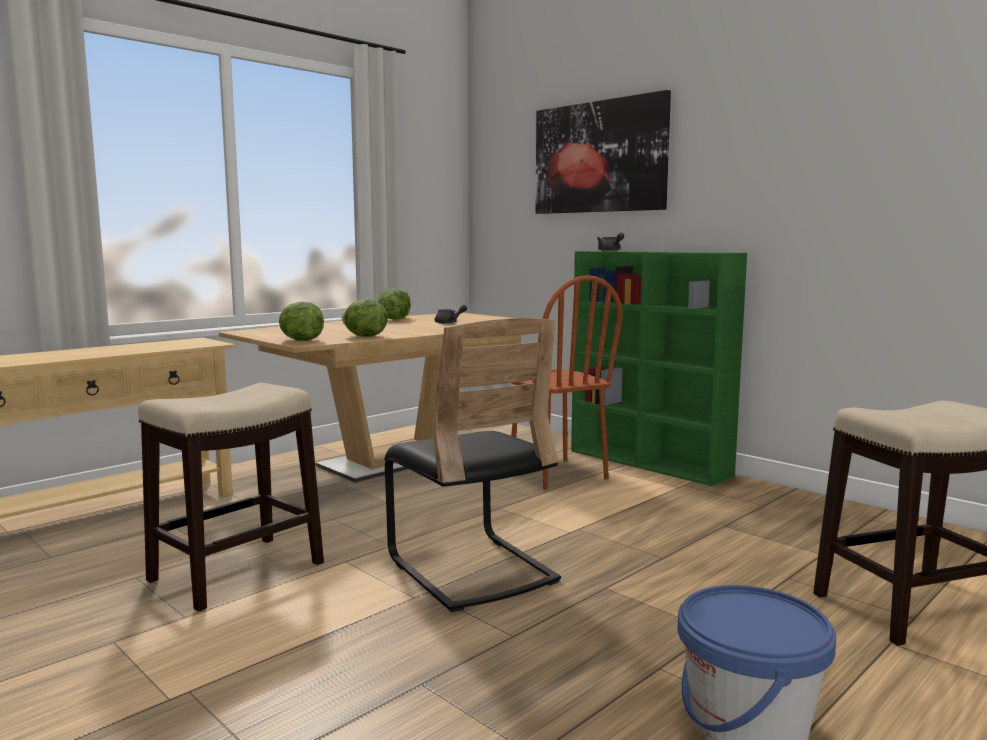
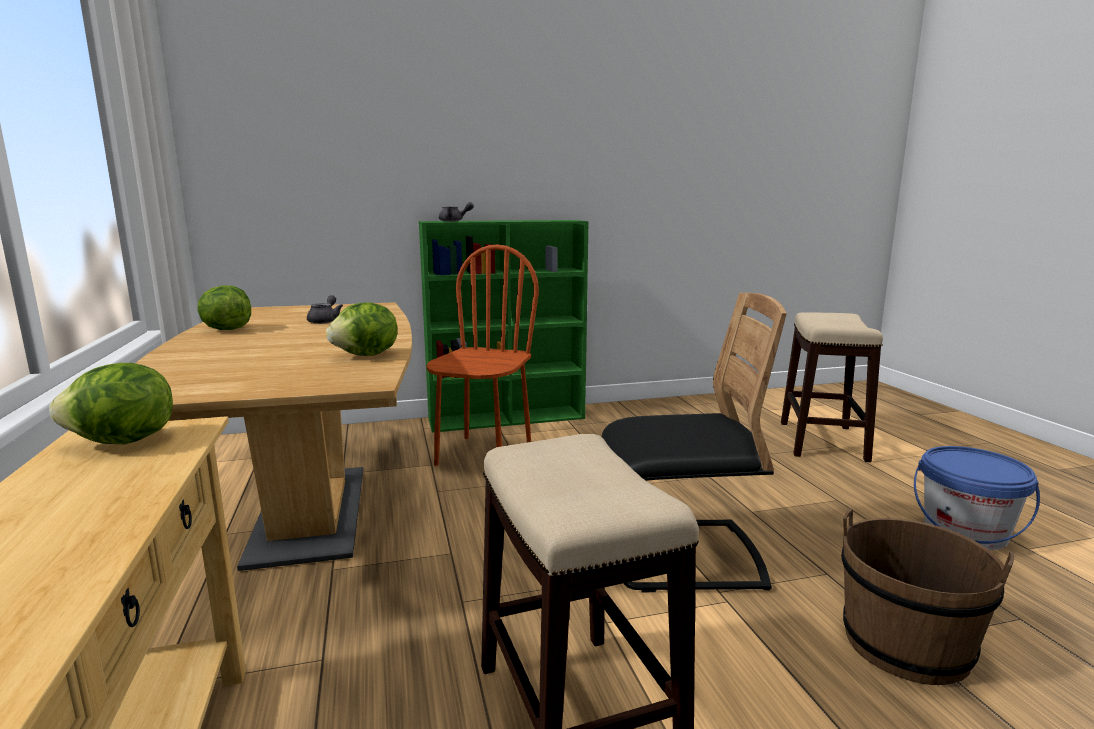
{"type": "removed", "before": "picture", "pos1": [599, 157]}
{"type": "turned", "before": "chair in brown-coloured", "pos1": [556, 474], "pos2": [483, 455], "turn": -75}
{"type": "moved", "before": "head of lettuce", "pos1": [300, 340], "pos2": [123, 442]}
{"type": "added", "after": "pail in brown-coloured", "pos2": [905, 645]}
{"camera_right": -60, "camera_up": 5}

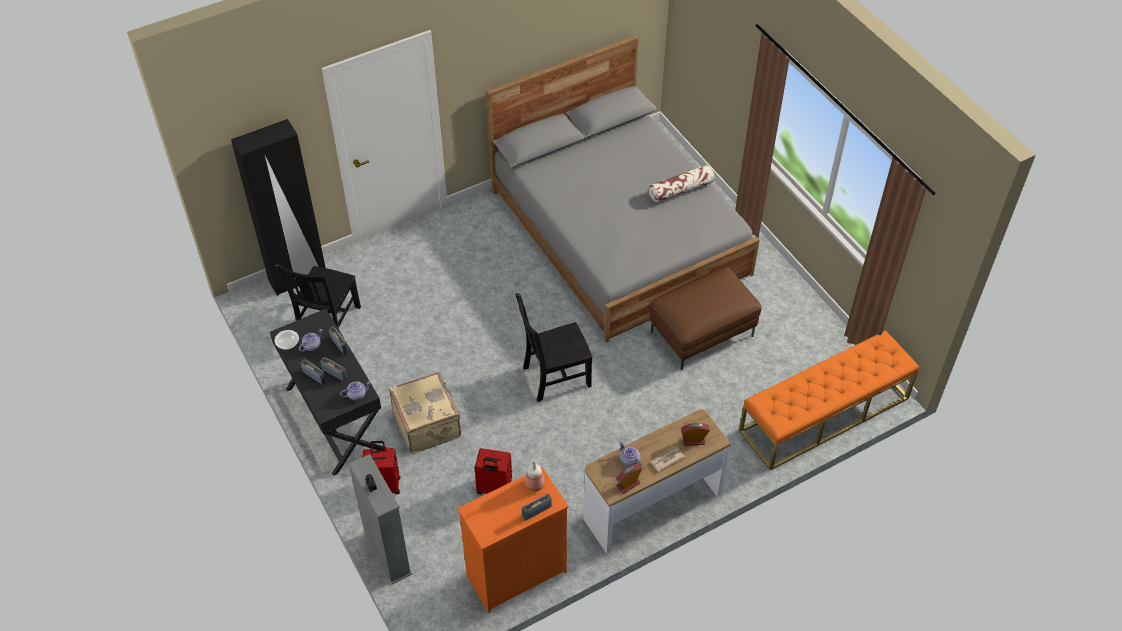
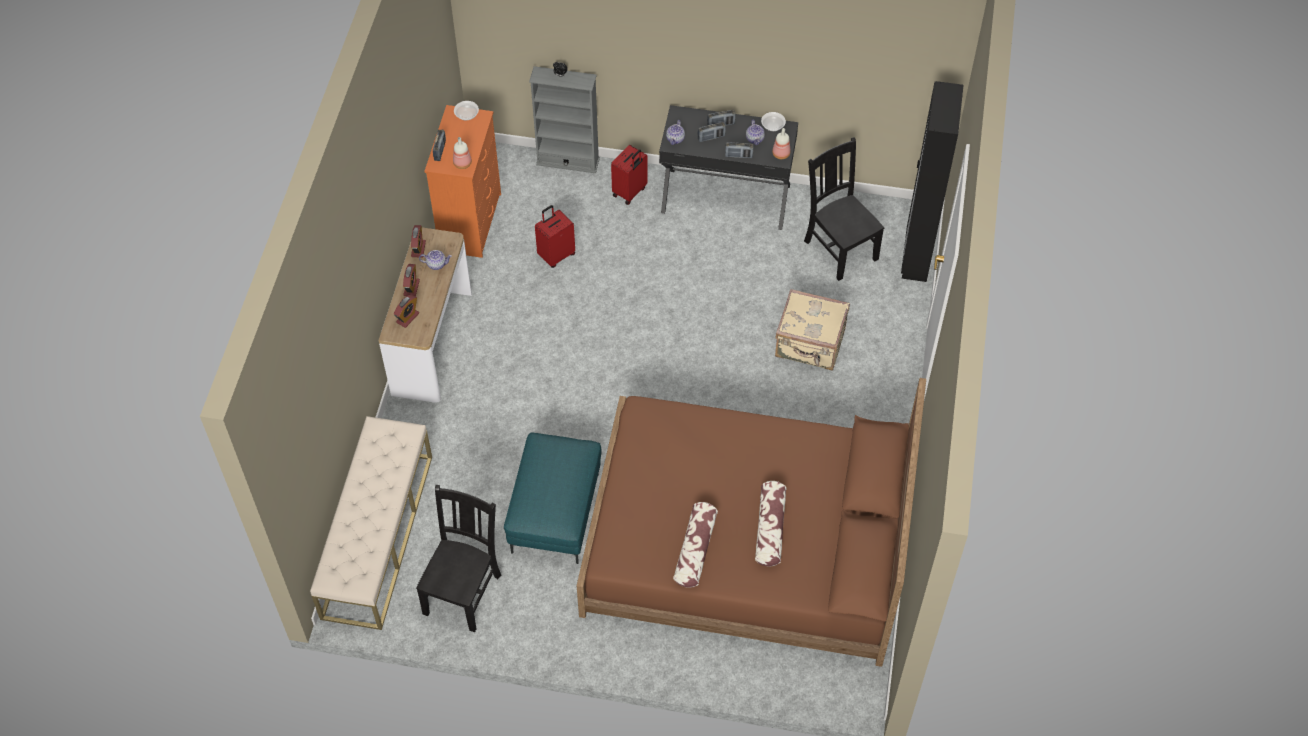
{"type": "recoloured", "before": "bedroom bed in gray", "after": "bedroom bed in brown-coloured", "pos1": [619, 231], "pos2": [746, 544]}
{"type": "recoloured", "before": "pouffe in brown-coloured", "after": "pouffe in turquoise-coloured", "pos1": [701, 333], "pos2": [556, 514]}
{"type": "moved", "before": "chair in black", "pos1": [554, 377], "pos2": [464, 591]}
{"type": "recoloured", "before": "long seat in orangey", "after": "long seat in beige-coloured", "pos1": [824, 414], "pos2": [377, 535]}
{"type": "moved", "before": "travel case in beige-coloured", "pos1": [428, 424], "pos2": [810, 344]}
{"type": "replaced", "before": "printed paper", "after": "table clock", "pos1": [666, 459], "pos2": [411, 288]}
{"type": "added", "after": "serving bowl", "pos2": [466, 115]}
{"type": "added", "after": "drink bottle", "pos2": [781, 154]}
{"type": "added", "after": "throw pillow", "pos2": [770, 529]}
{"camera_right": 130, "camera_up": 5}

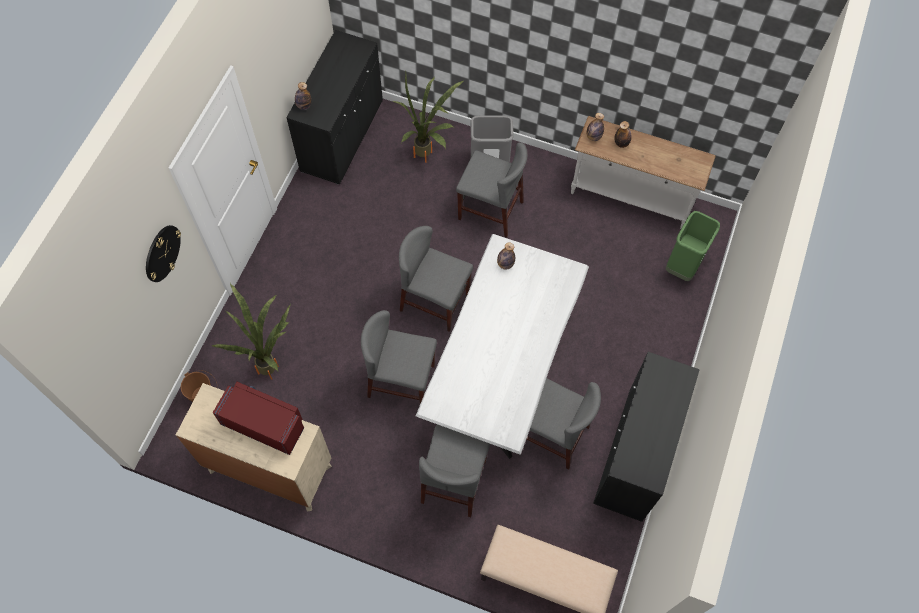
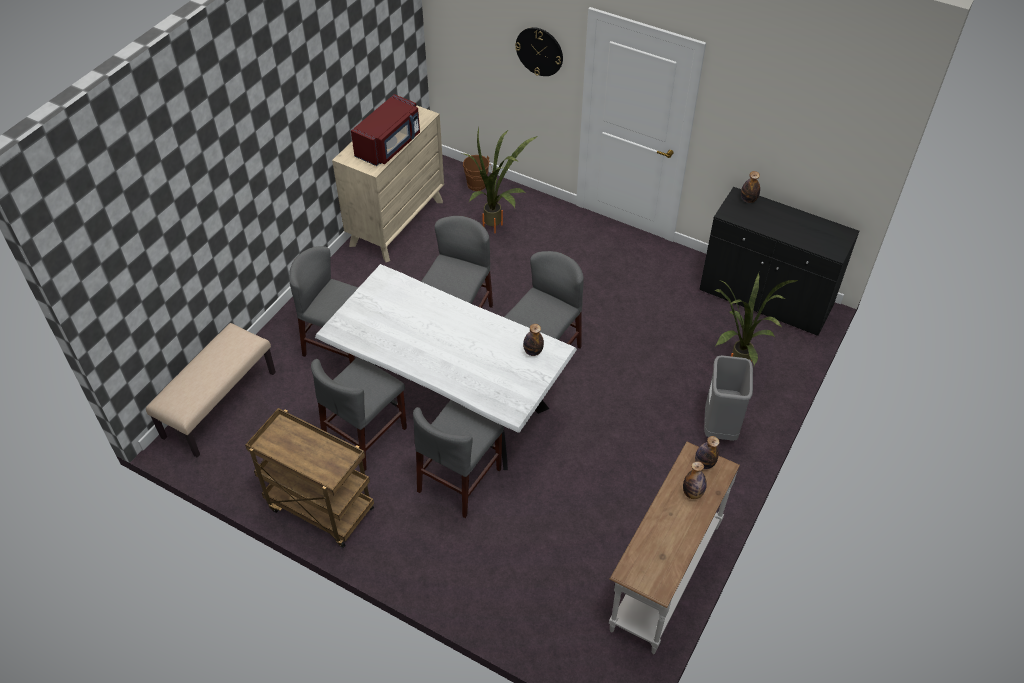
{"type": "moved", "before": "chair in gray", "pos1": [490, 210], "pos2": [459, 480]}
{"type": "removed", "before": "rubbish bin in green", "pos1": [682, 266]}
{"type": "replaced", "before": "storage cabinet in black", "after": "wheeled cart in brown-coloured", "pos1": [635, 454], "pos2": [319, 509]}
{"camera_right": 100, "camera_up": -15}

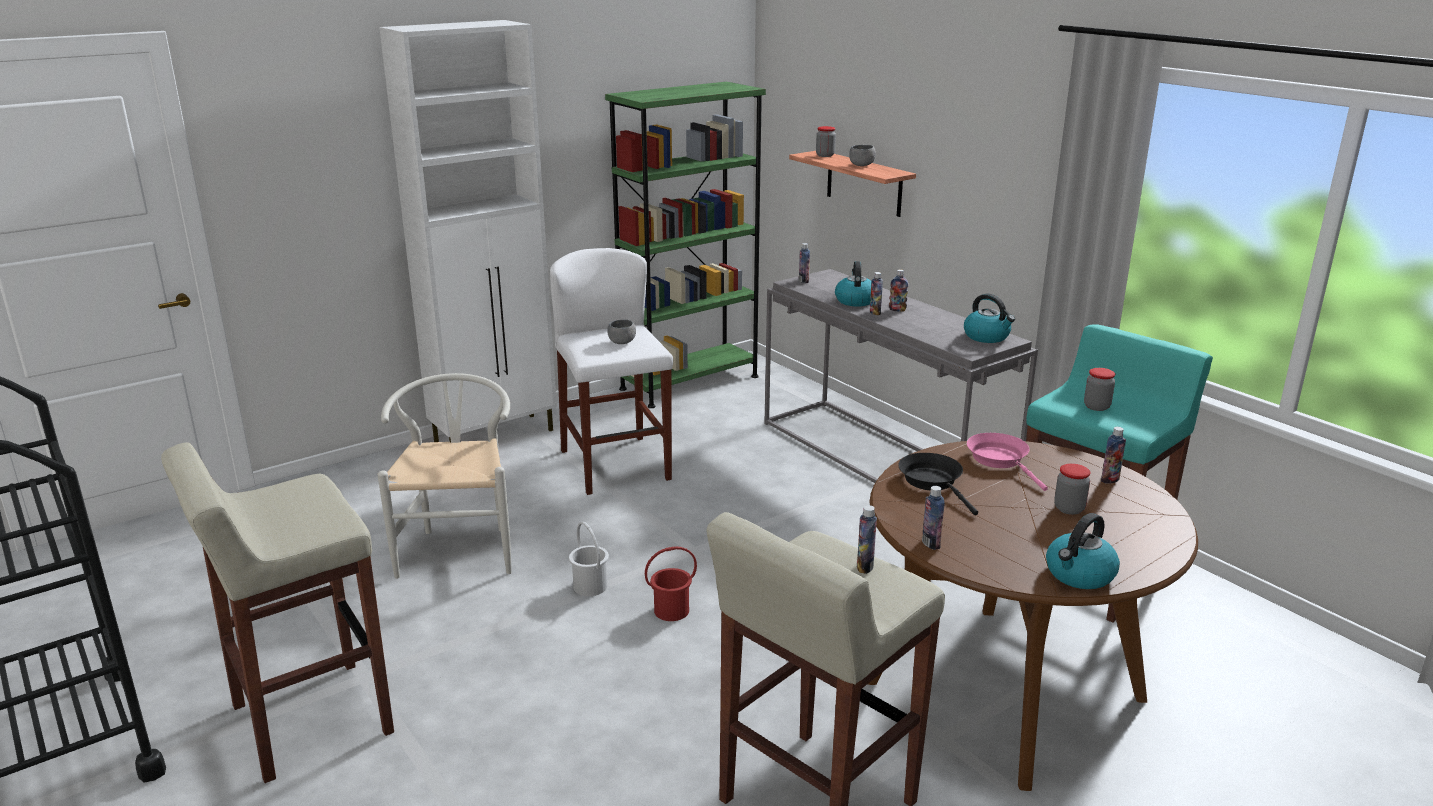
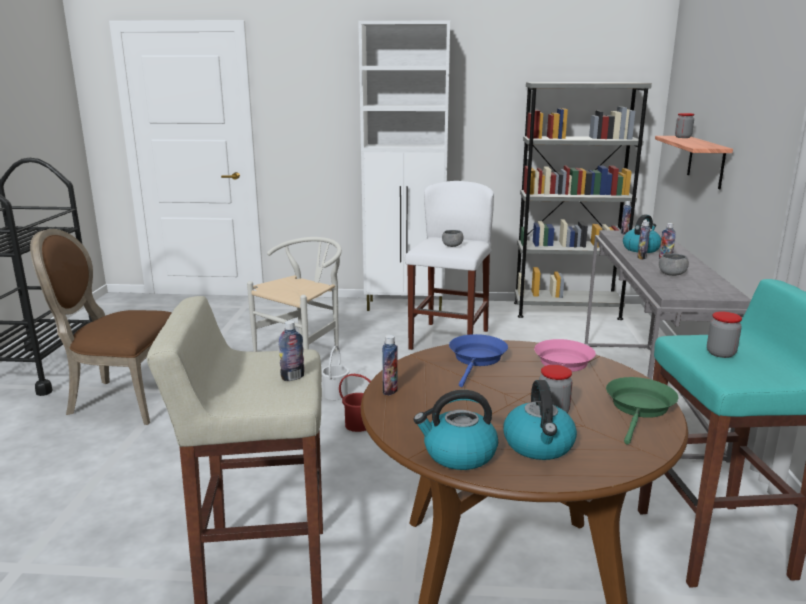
{"type": "recoloured", "before": "bookcase in green", "after": "bookcase in gray", "pos1": [689, 382], "pos2": [566, 311]}
{"type": "moved", "before": "serving bowl in gray", "pos1": [861, 165], "pos2": [671, 274]}
{"type": "moved", "before": "water kettle", "pos1": [987, 337], "pos2": [539, 446]}
{"type": "replaced", "before": "drink bottle", "after": "frying pan in green", "pos1": [1110, 480], "pos2": [639, 408]}
{"type": "replaced", "before": "stool seat in beige-coloured", "after": "chair in brown-coloured", "pos1": [309, 720], "pos2": [123, 399]}
{"type": "recoloured", "before": "frying pan in black", "after": "frying pan in blue", "pos1": [933, 482], "pos2": [477, 359]}
{"camera_right": 40, "camera_up": -5}

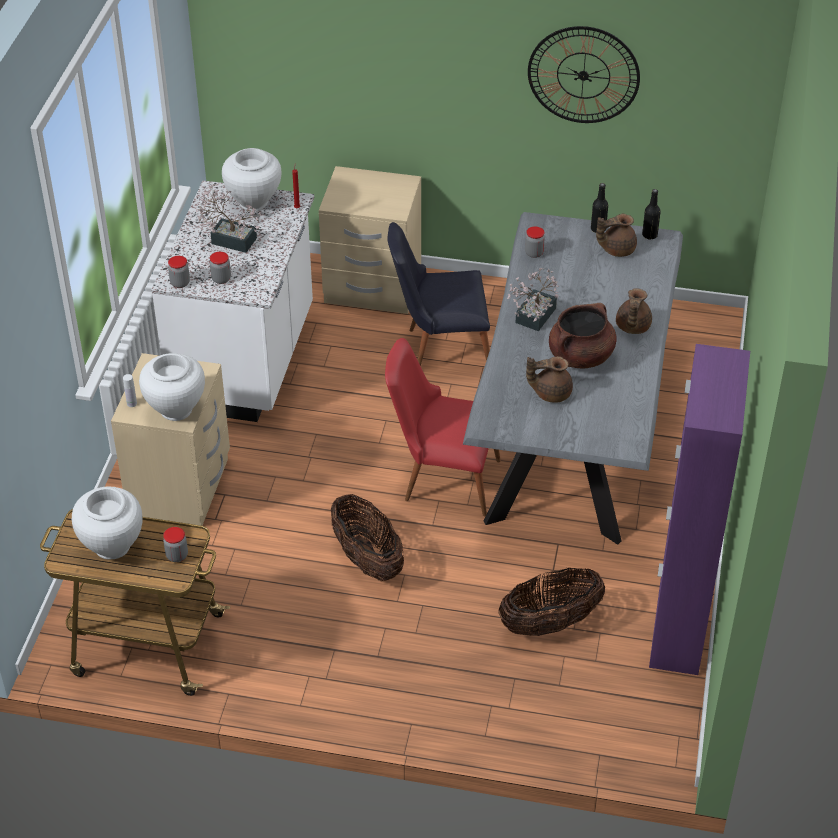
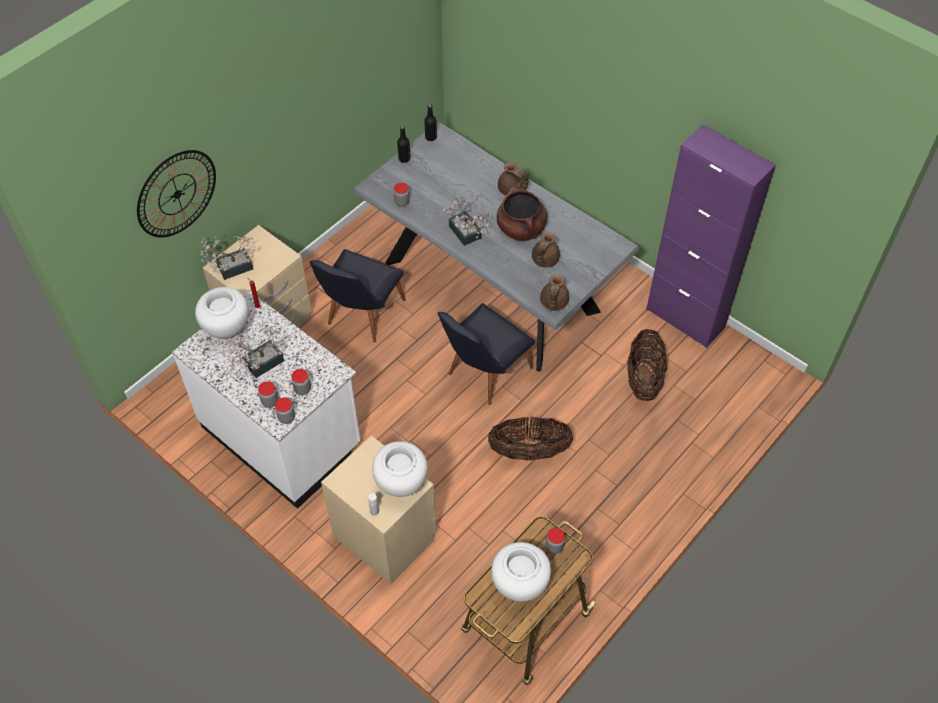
{"type": "moved", "before": "clock on the wall", "pos1": [583, 75], "pos2": [177, 194]}
{"type": "moved", "before": "tea pot in brown-coloured", "pos1": [616, 249], "pos2": [553, 303]}
{"type": "recoloured", "before": "chair in red-coloured", "after": "chair in black", "pos1": [442, 478], "pos2": [483, 374]}
{"type": "added", "after": "houseplant", "pos2": [231, 268]}
{"type": "added", "after": "jar", "pos2": [270, 401]}
{"camera_right": -60, "camera_up": 10}

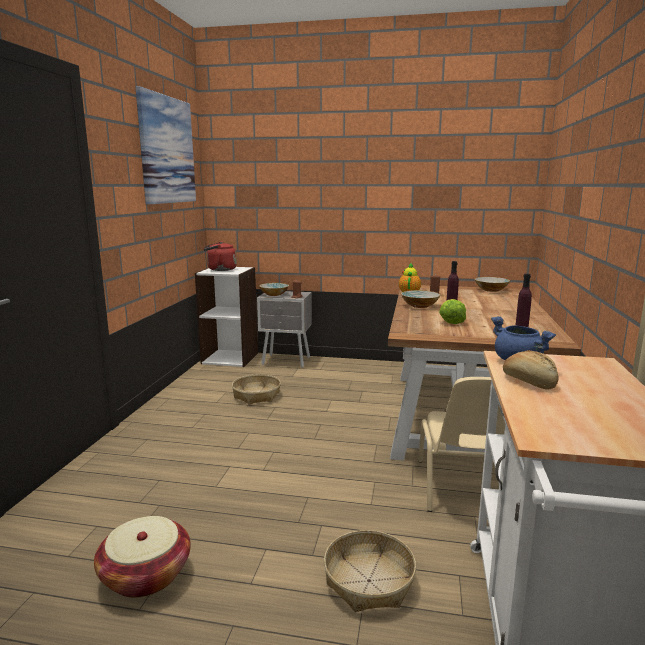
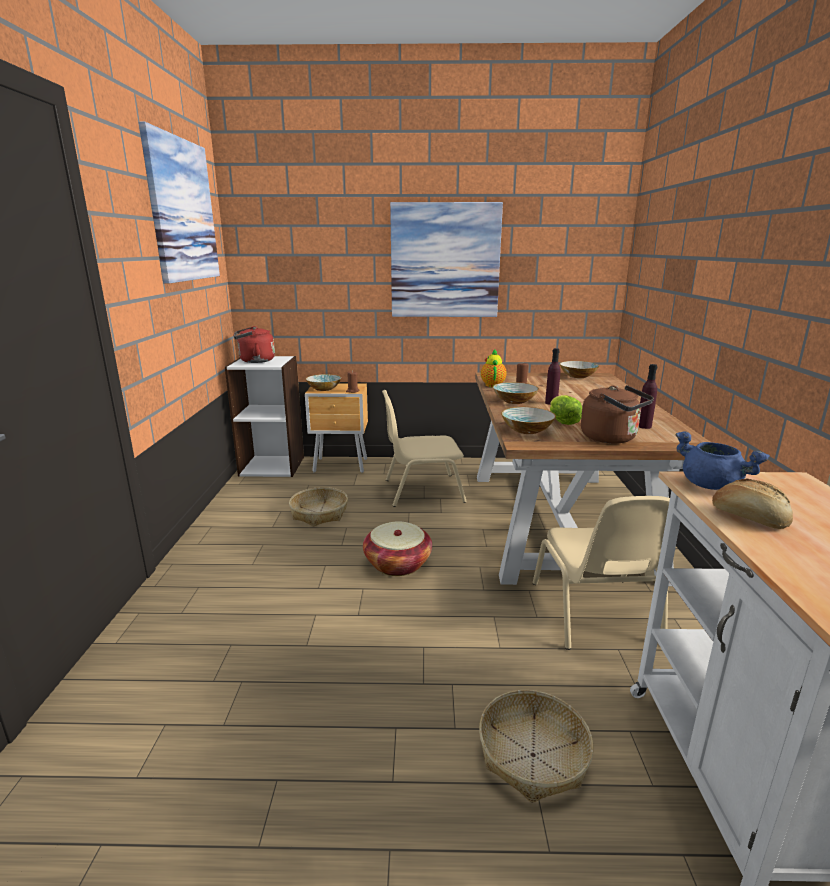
{"type": "recoloured", "before": "bedside table in gray", "after": "bedside table in brown-coloured", "pos1": [287, 361], "pos2": [341, 466]}
{"type": "moved", "before": "household basket", "pos1": [146, 575], "pos2": [397, 563]}
{"type": "added", "after": "picture", "pos2": [445, 261]}
{"type": "added", "after": "water kettle in brown-coloured", "pos2": [612, 438]}
{"type": "added", "after": "chair in beige-coloured", "pos2": [422, 490]}
{"type": "added", "after": "serving bowl", "pos2": [526, 430]}
{"camera_right": -10, "camera_up": 5}

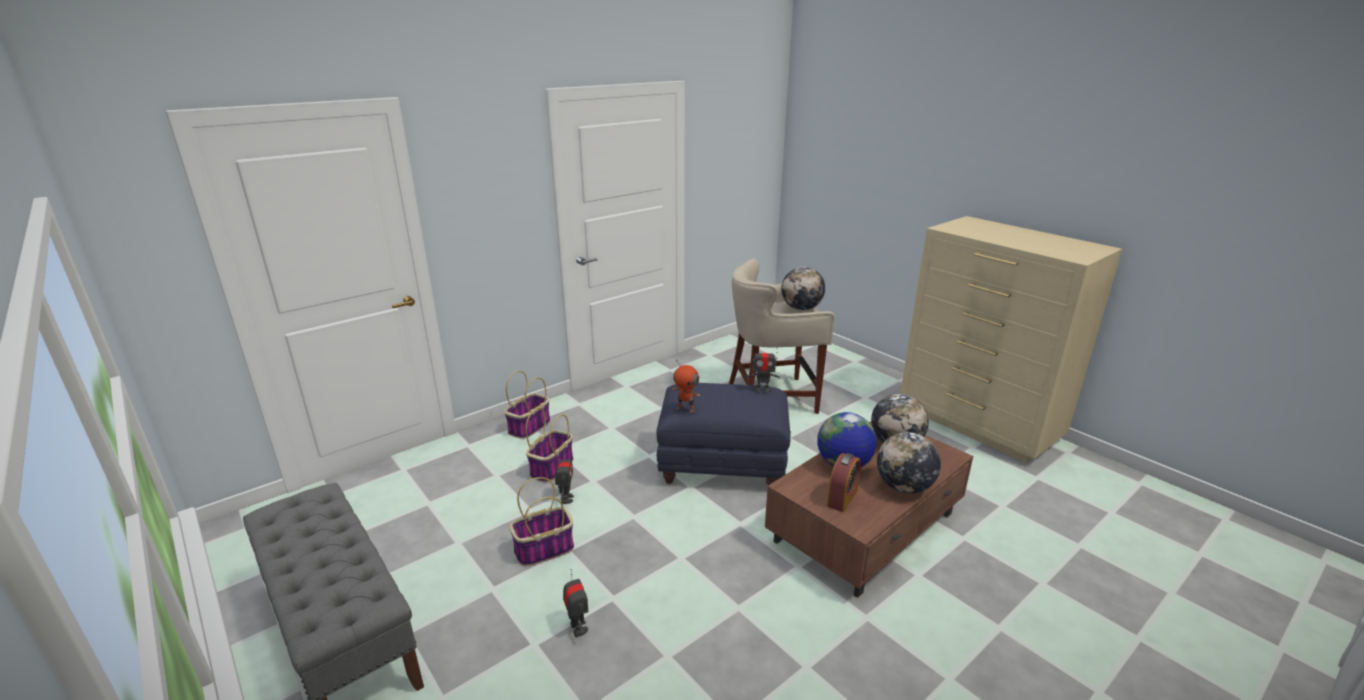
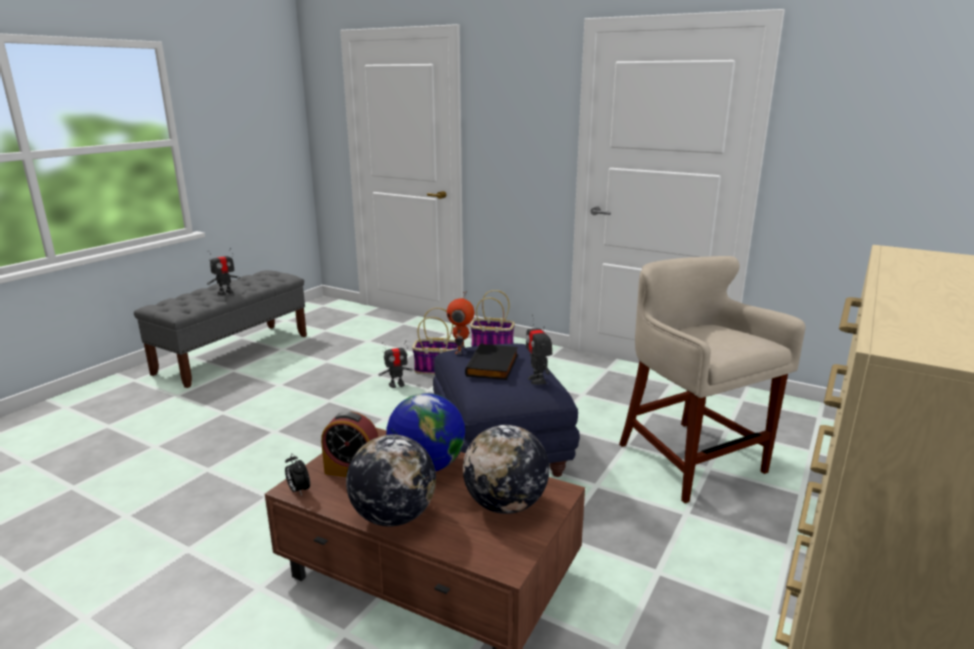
{"type": "removed", "before": "world globe", "pos1": [801, 308]}
{"type": "removed", "before": "household basket", "pos1": [543, 550]}
{"type": "moved", "before": "robot figure", "pos1": [578, 628], "pos2": [225, 293]}
{"type": "added", "after": "bound book in black", "pos2": [494, 366]}
{"type": "added", "after": "table clock", "pos2": [298, 490]}
{"camera_right": 70, "camera_up": -5}

